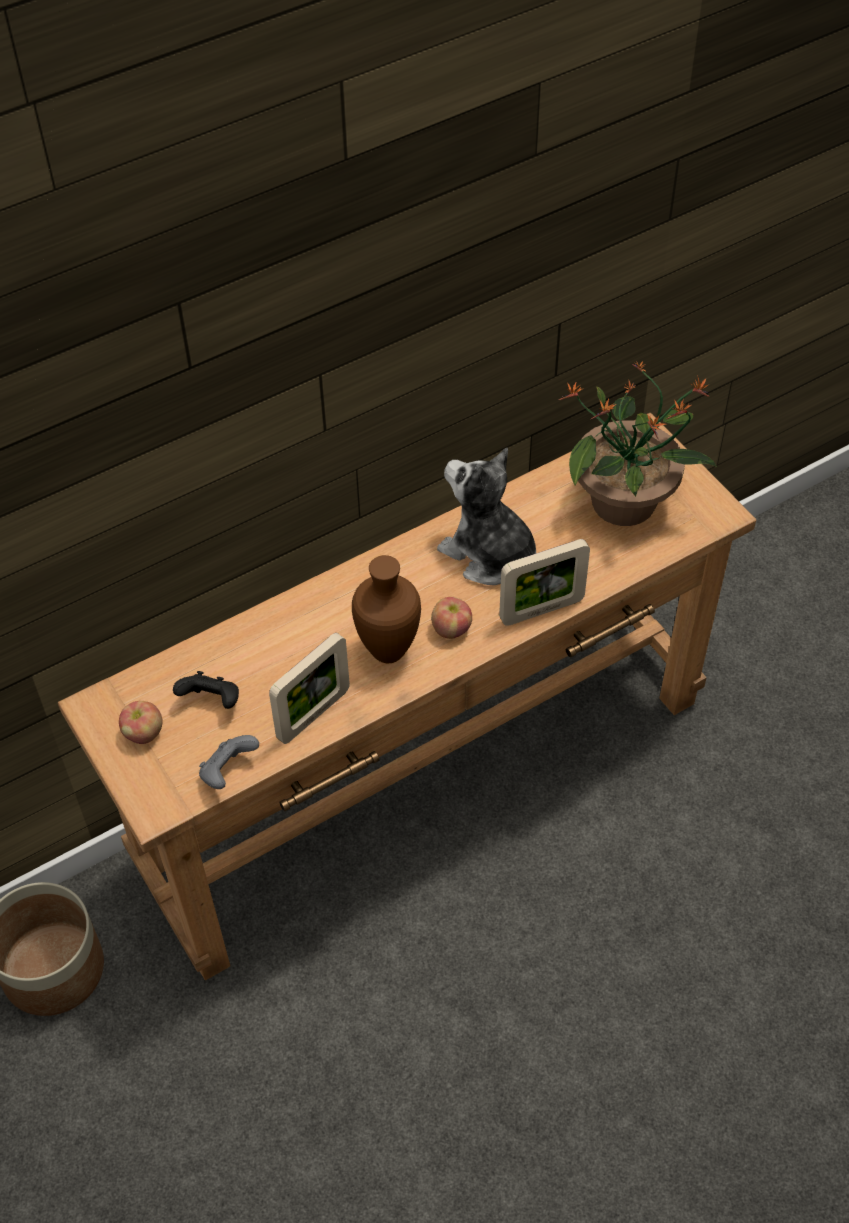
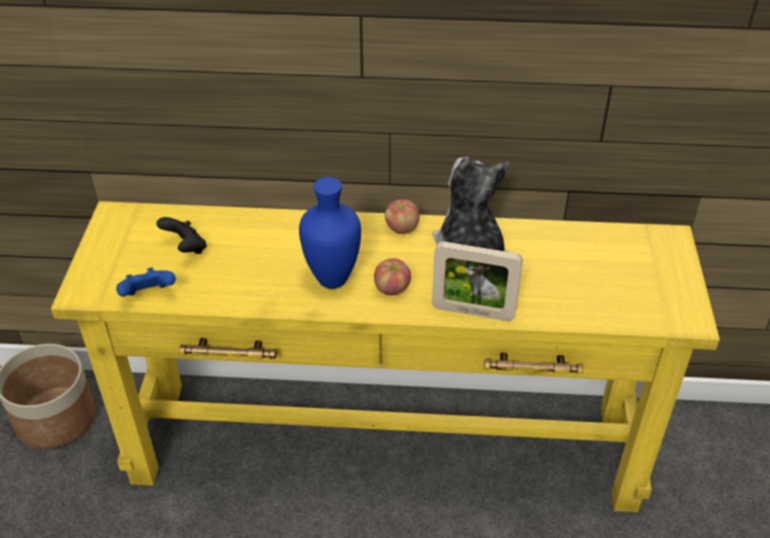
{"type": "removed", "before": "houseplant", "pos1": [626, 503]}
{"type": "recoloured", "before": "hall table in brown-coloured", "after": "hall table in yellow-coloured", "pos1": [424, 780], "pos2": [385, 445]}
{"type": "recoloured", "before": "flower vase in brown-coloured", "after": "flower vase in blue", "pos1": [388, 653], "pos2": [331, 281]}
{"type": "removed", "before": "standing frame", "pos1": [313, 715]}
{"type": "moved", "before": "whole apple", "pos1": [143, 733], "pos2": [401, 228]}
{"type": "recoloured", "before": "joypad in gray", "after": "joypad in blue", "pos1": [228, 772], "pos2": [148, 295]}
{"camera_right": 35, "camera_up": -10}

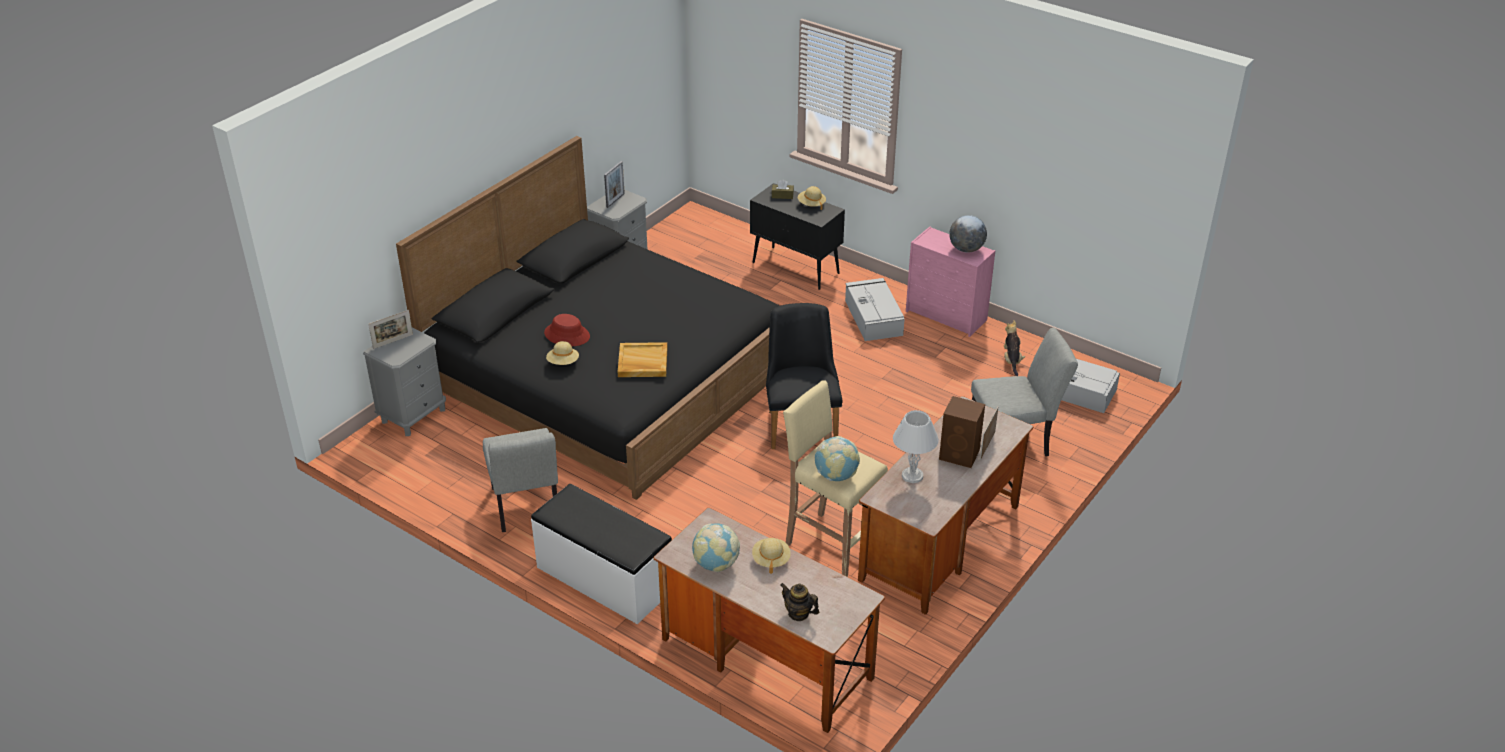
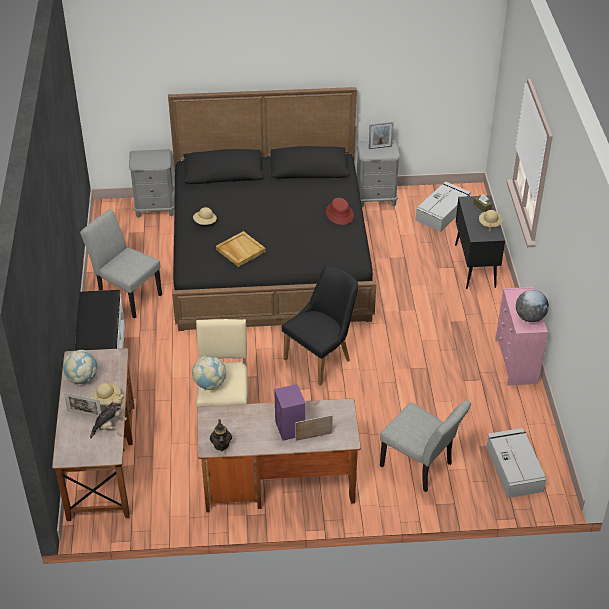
{"type": "moved", "before": "storage bin in gray", "pos1": [873, 317], "pos2": [442, 212]}
{"type": "moved", "before": "standing frame", "pos1": [393, 341], "pos2": [85, 414]}
{"type": "moved", "before": "clothing hat in red-coloured", "pos1": [567, 335], "pos2": [339, 214]}
{"type": "moved", "before": "soft toy", "pos1": [1011, 360], "pos2": [110, 425]}
{"type": "recoloured", "before": "audio speaker in brown-coloured", "after": "audio speaker in purplish", "pos1": [960, 455], "pos2": [290, 429]}
{"type": "removed", "before": "tabletop lamp in white", "pos1": [912, 476]}
{"type": "turned", "before": "chair in gray", "pos1": [527, 509], "pos2": [126, 295], "turn": 90}
{"type": "moved", "before": "tea pot", "pos1": [798, 613], "pos2": [221, 445]}
{"camera_right": 50, "camera_up": 5}

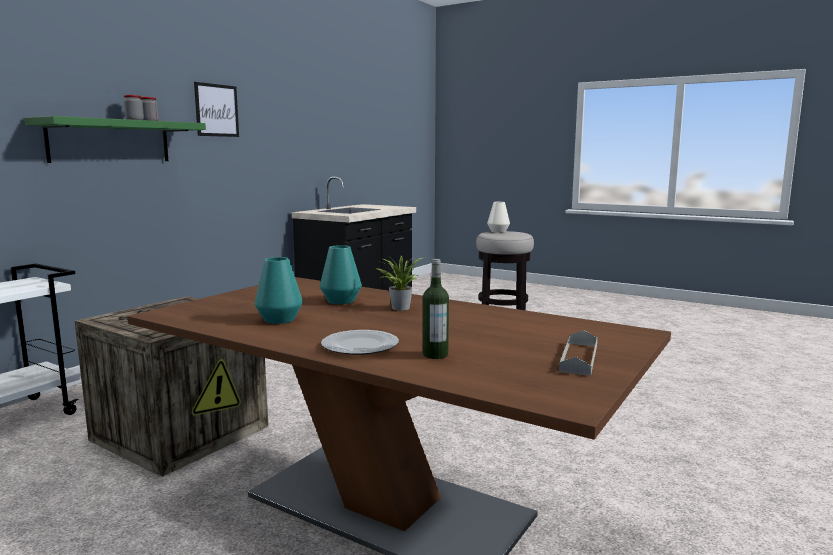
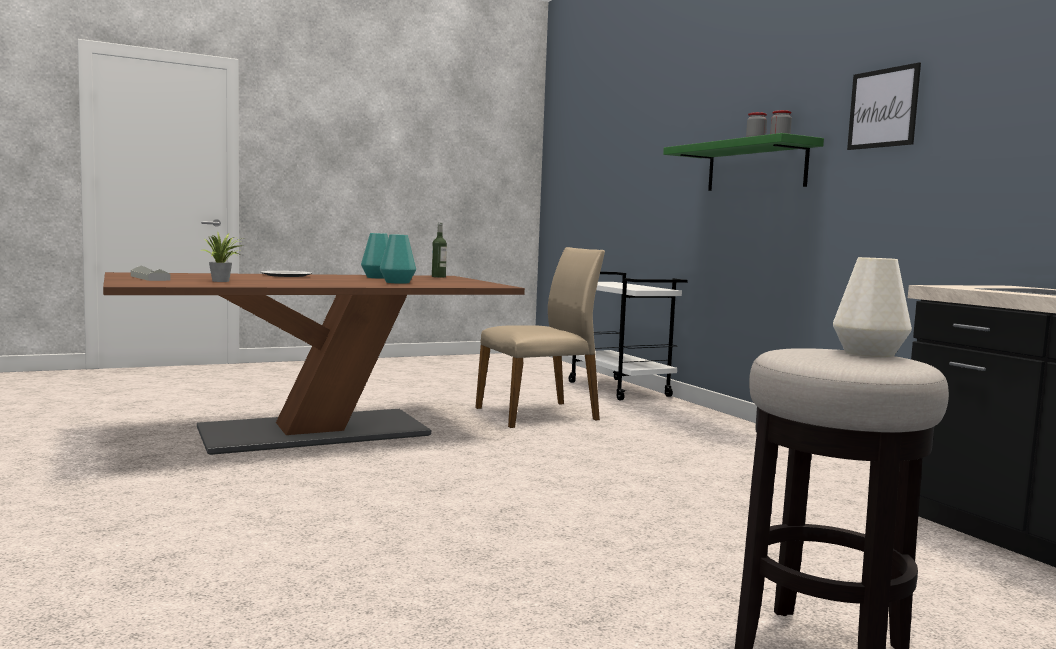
{"type": "moved", "before": "houseplant", "pos1": [399, 307], "pos2": [223, 281]}
{"type": "moved", "before": "drink bottle", "pos1": [435, 355], "pos2": [438, 277]}
{"type": "replaced", "before": "shipping crate", "after": "chair in beige-coloured", "pos1": [181, 431], "pos2": [538, 414]}
{"camera_right": 120, "camera_up": -5}

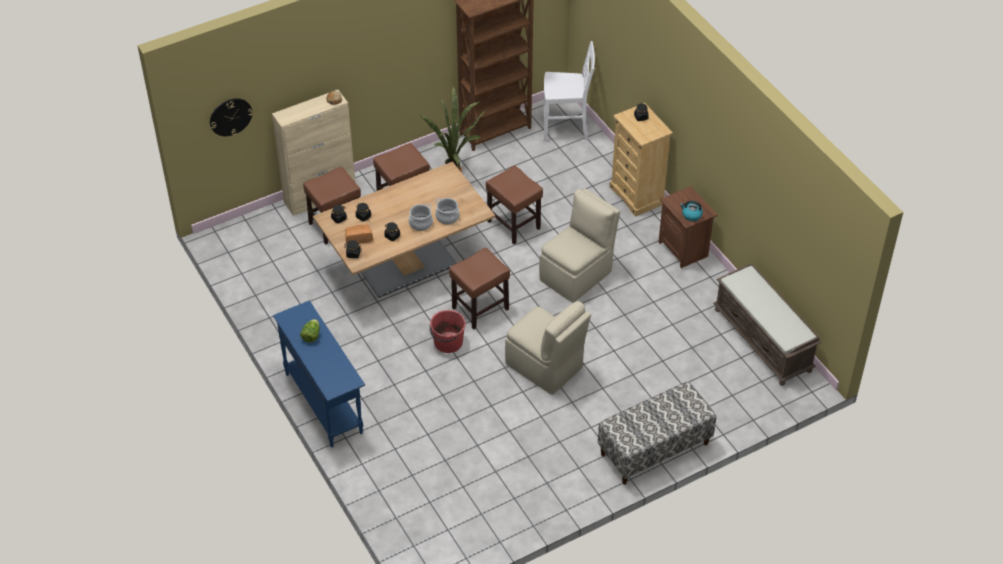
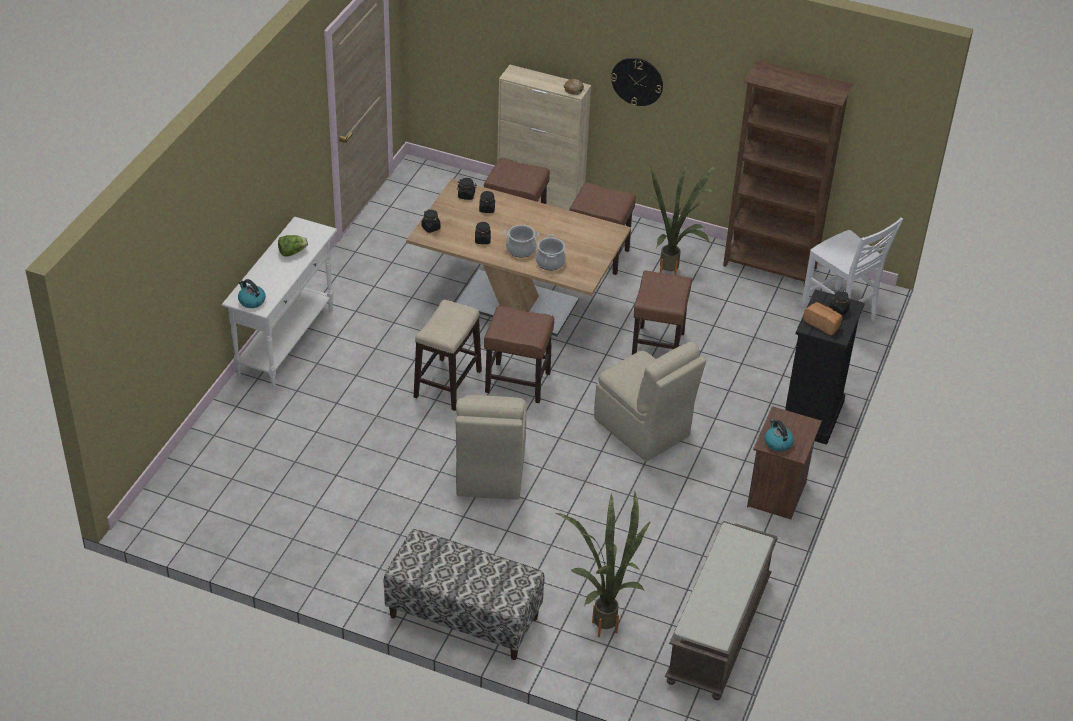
{"type": "moved", "before": "clock on the wall", "pos1": [230, 116], "pos2": [637, 81]}
{"type": "recoloured", "before": "chest of drawers in beige-coloured", "after": "chest of drawers in black", "pos1": [637, 195], "pos2": [812, 416]}
{"type": "turned", "before": "chair in beige-coloured", "pos1": [577, 275], "pos2": [643, 429], "turn": 45}
{"type": "moved", "before": "bread", "pos1": [358, 238], "pos2": [822, 324]}
{"type": "recoloured", "before": "hall table in blue", "after": "hall table in white", "pos1": [324, 403], "pos2": [286, 341]}
{"type": "replaced", "before": "pail in red-coloured", "after": "stool seat", "pos1": [448, 342], "pos2": [448, 383]}
{"type": "added", "after": "water kettle", "pos2": [251, 301]}
{"type": "added", "after": "houseplant", "pos2": [604, 620]}
{"camera_right": 50, "camera_up": -5}

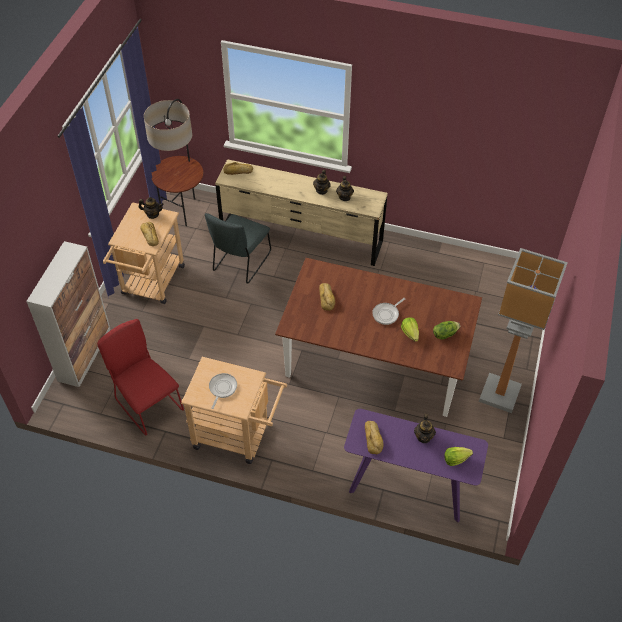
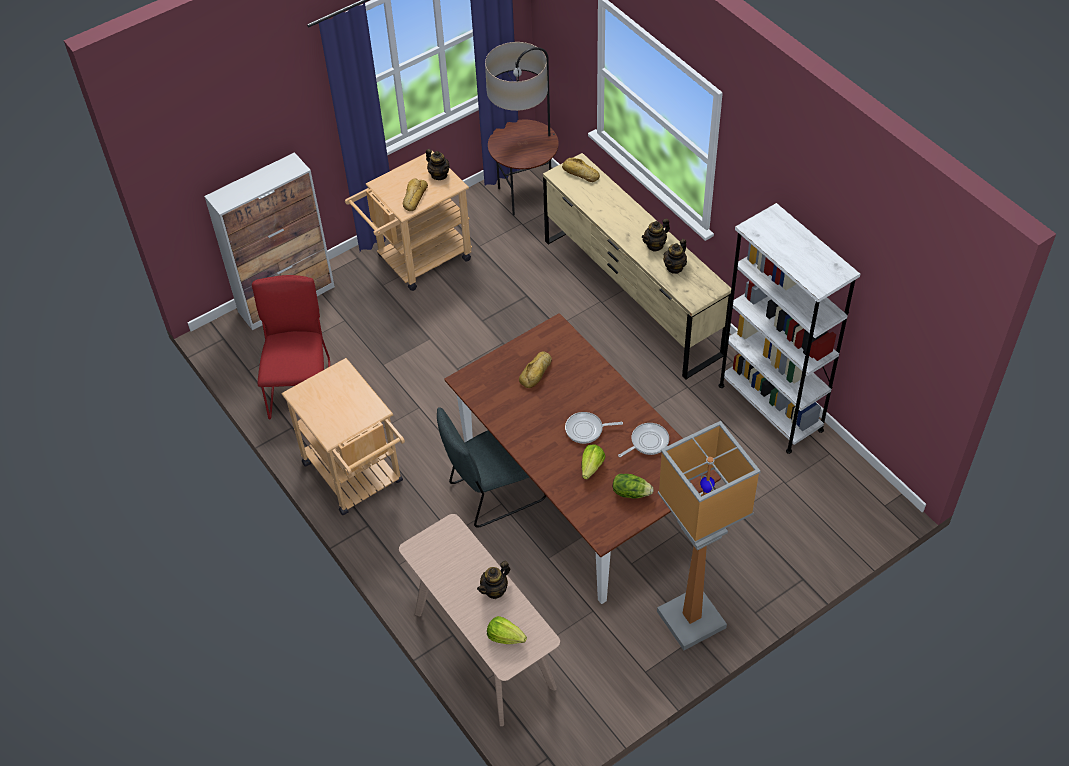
{"type": "moved", "before": "chair in gray", "pos1": [240, 263], "pos2": [493, 493]}
{"type": "moved", "before": "frying pan", "pos1": [222, 388], "pos2": [647, 442]}
{"type": "recoloured", "before": "hall table in purplish", "after": "hall table in beige-coloured", "pos1": [408, 486], "pos2": [483, 650]}
{"type": "removed", "before": "bread", "pos1": [373, 438]}
{"type": "added", "after": "bookcase in white", "pos2": [770, 407]}
{"camera_right": 40, "camera_up": 0}

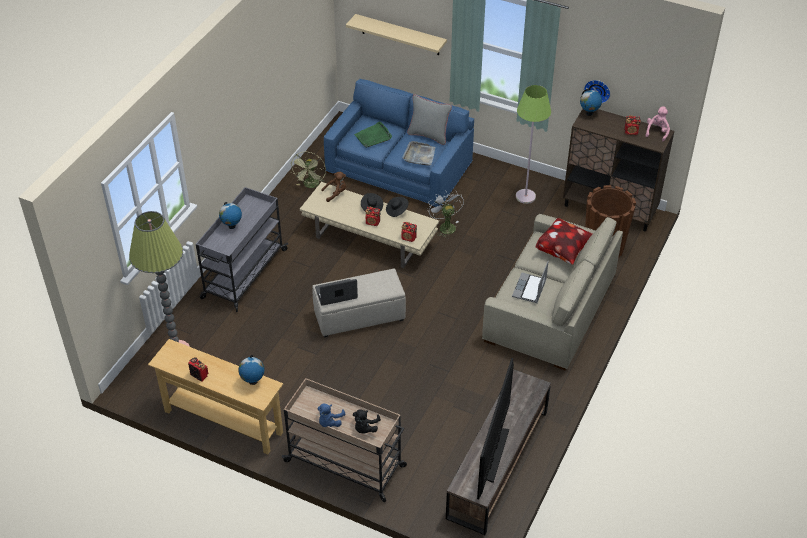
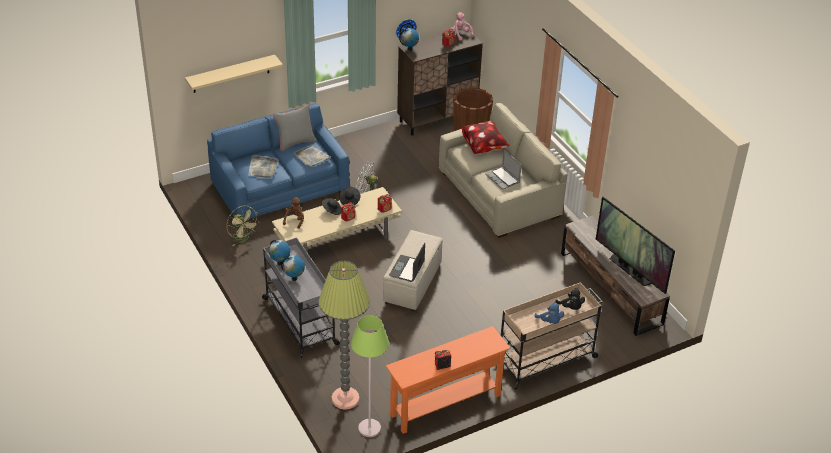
{"type": "moved", "before": "standard lamp in green", "pos1": [525, 197], "pos2": [369, 428]}
{"type": "recoloured", "before": "carrying tray in green", "after": "carrying tray in gray", "pos1": [373, 136], "pos2": [263, 168]}
{"type": "recoloured", "before": "hall table in beige-coloured", "after": "hall table in orangey", "pos1": [223, 422], "pos2": [445, 405]}
{"type": "moved", "before": "world globe", "pos1": [253, 382], "pos2": [280, 263]}
{"camera_right": -55, "camera_up": -5}

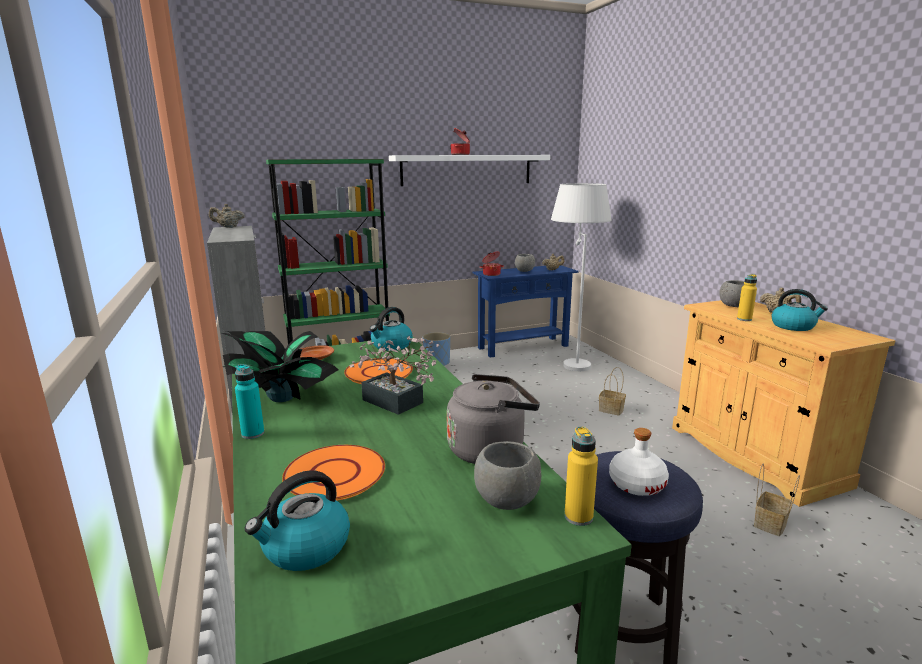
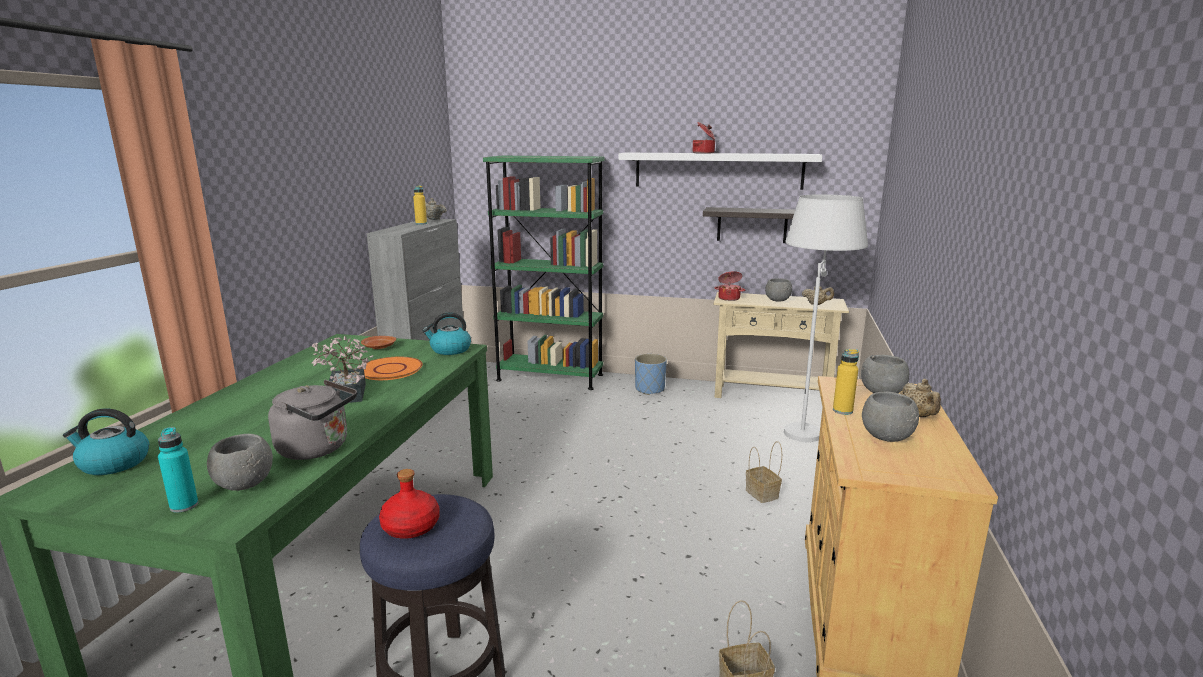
{"type": "recoloured", "before": "hall table in blue", "after": "hall table in beige-coloured", "pos1": [523, 347], "pos2": [771, 395]}
{"type": "replaced", "before": "water kettle", "after": "serving bowl in gray", "pos1": [793, 326], "pos2": [886, 436]}
{"type": "removed", "before": "houseplant", "pos1": [281, 397]}
{"type": "moved", "before": "drink bottle in turquoise-coloured", "pos1": [253, 434], "pos2": [184, 506]}
{"type": "moved", "before": "drink bottle in yellow-coloured", "pos1": [578, 517], "pos2": [421, 223]}
{"type": "recoloured", "before": "drink bottle in white", "after": "drink bottle in red-coloured", "pos1": [636, 484], "pos2": [411, 527]}
{"type": "removed", "before": "flat dish in orangey", "pos1": [335, 473]}
{"type": "added", "after": "shelf", "pos2": [752, 225]}
{"camera_right": 35, "camera_up": 0}

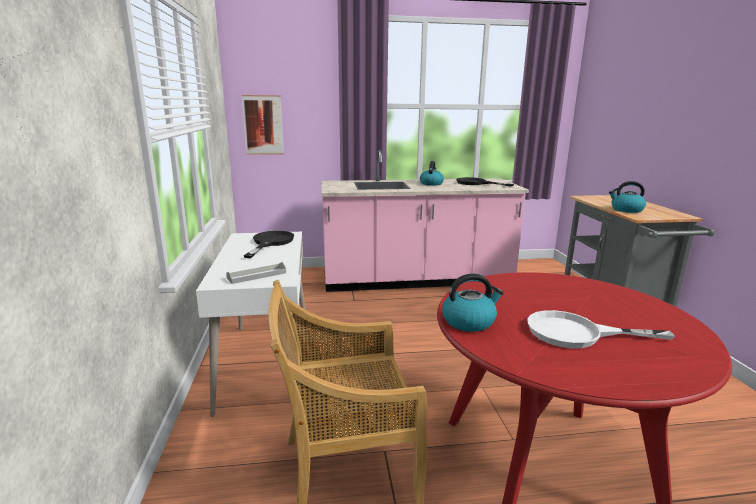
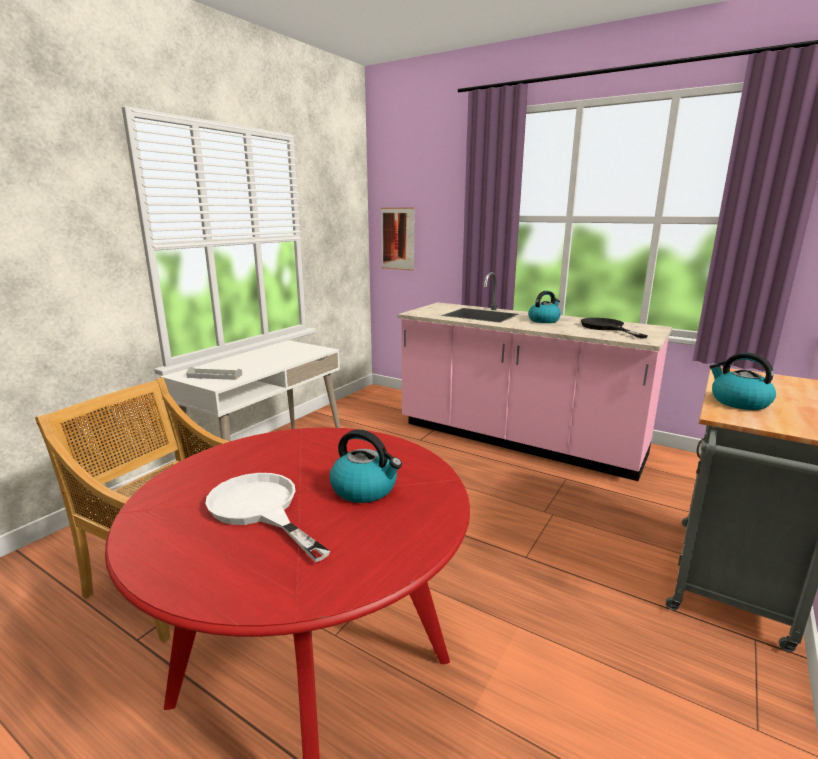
{"type": "removed", "before": "frying pan in black", "pos1": [270, 243]}
{"type": "moved", "before": "water kettle", "pos1": [469, 321], "pos2": [365, 489]}
{"camera_right": 40, "camera_up": 0}

